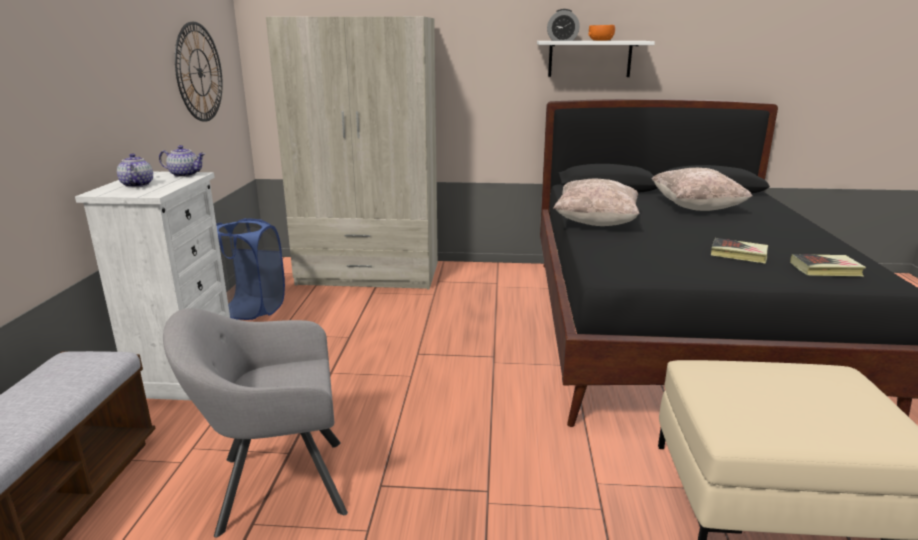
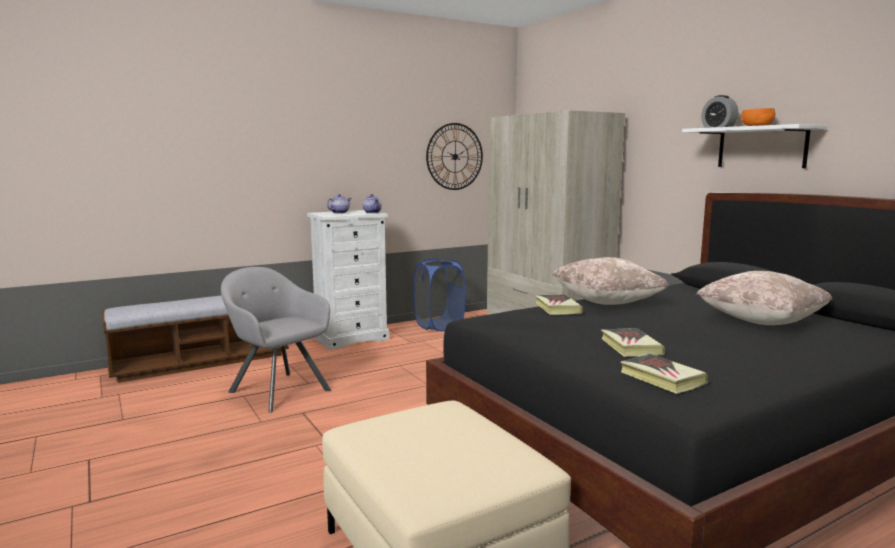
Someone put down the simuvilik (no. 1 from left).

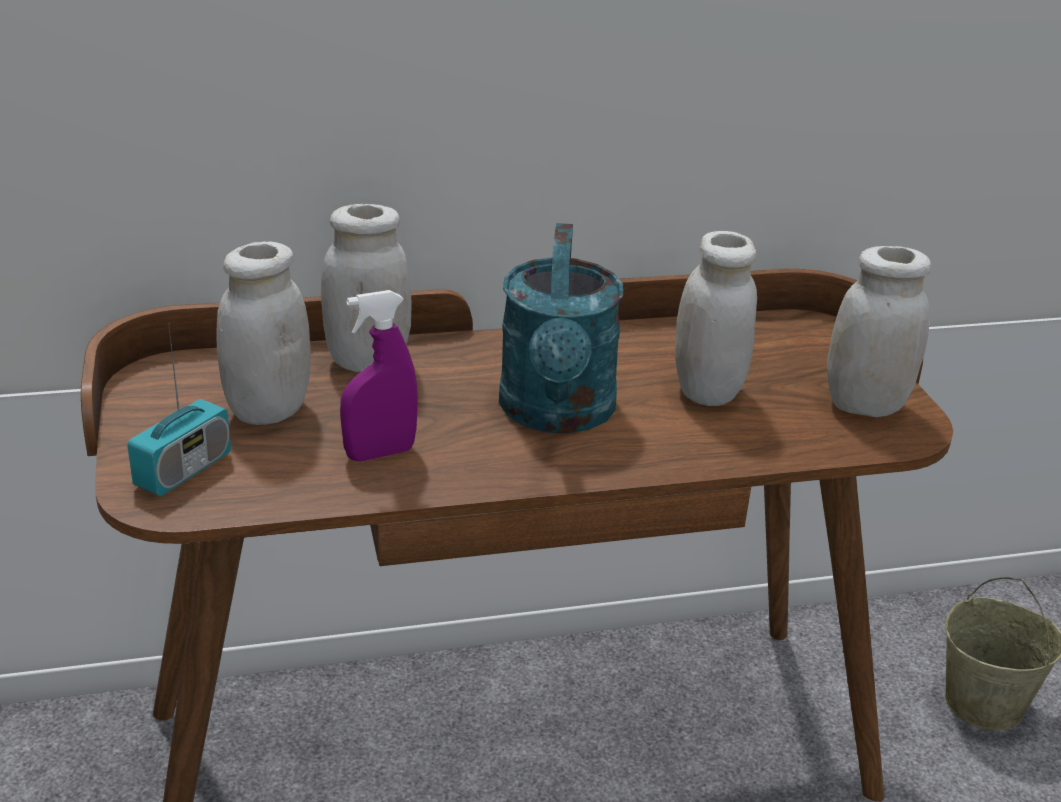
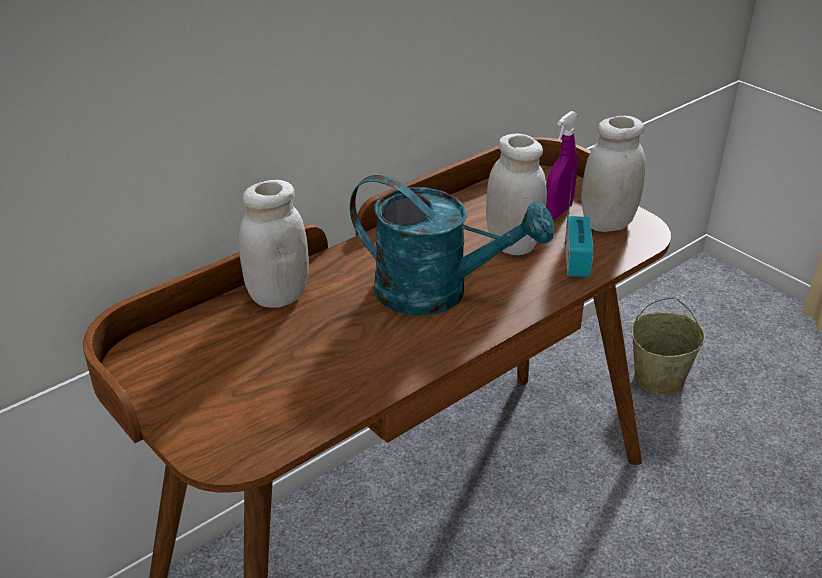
Someone rotated the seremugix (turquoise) by 45 degrees counterclockwise.
Someone took away the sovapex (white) (no. 1 from left).
Someone carried the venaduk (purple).
Someone carried the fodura.

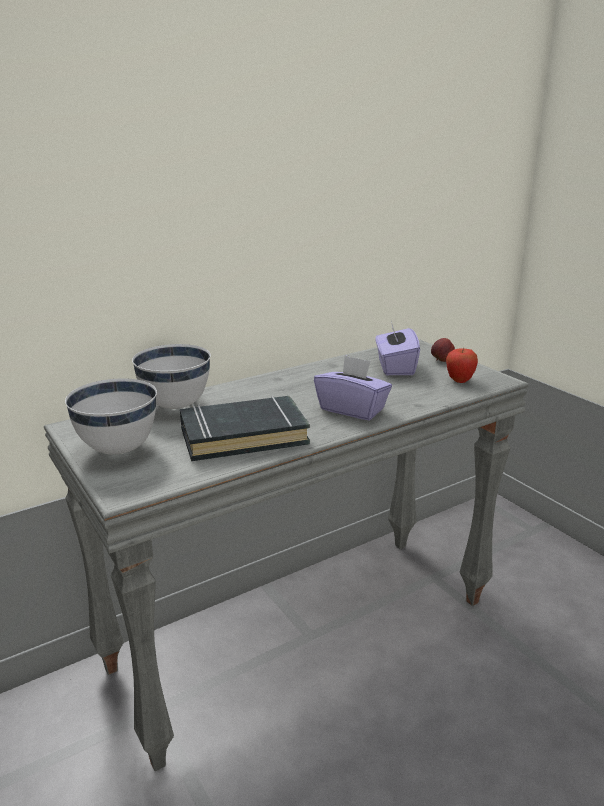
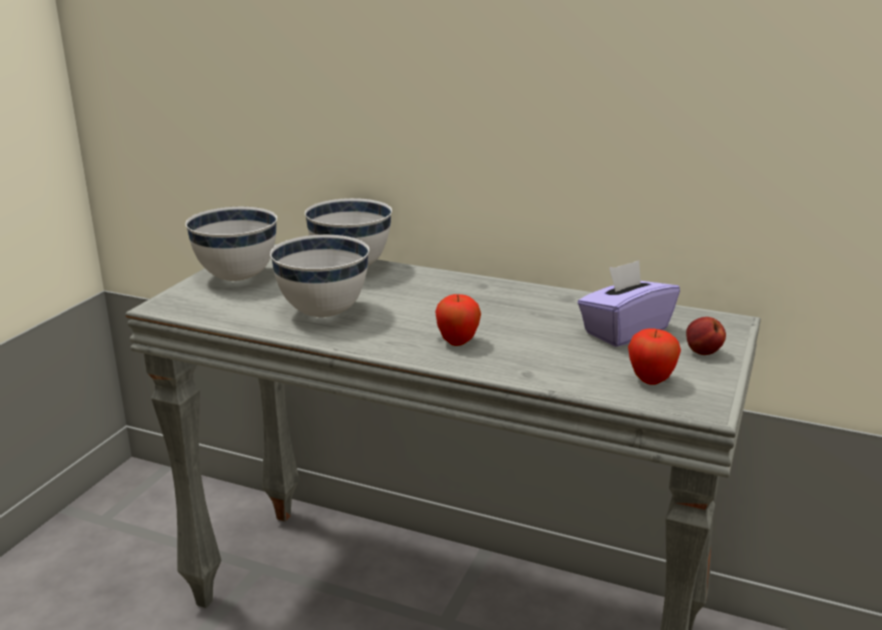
Someone swapped the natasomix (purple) (no. 1 from left) for the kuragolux (no. 1 from left).
Someone swapped the simuvilik (black) for the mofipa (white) (no. 2 from left).

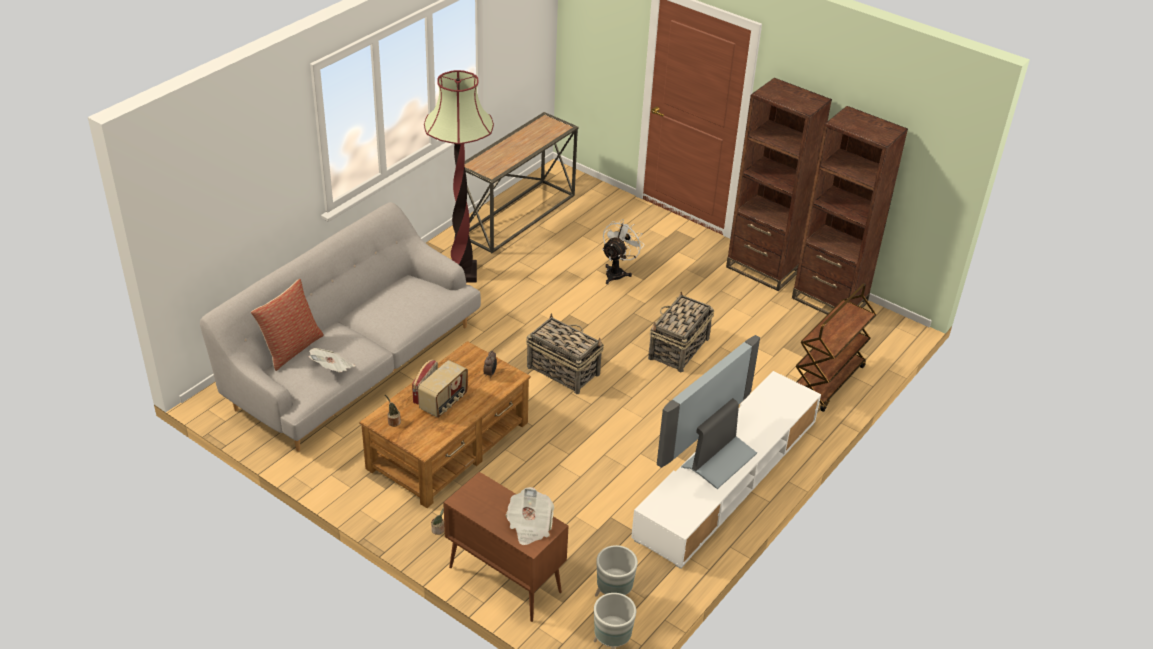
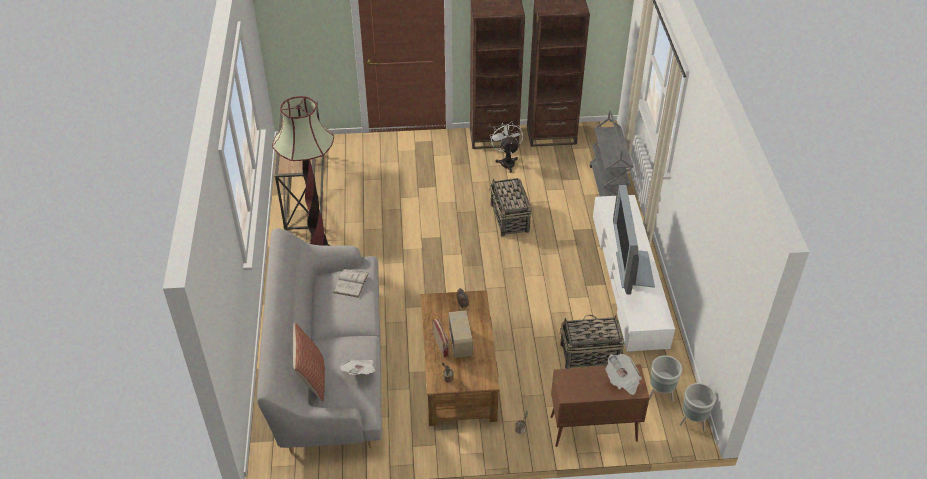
Someone carried the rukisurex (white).
Someone repainted the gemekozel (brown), which became the gemekozel (grey).
Someone carried the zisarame (no. 1 from left in the first image).
Someone put down the simuvilik (white).

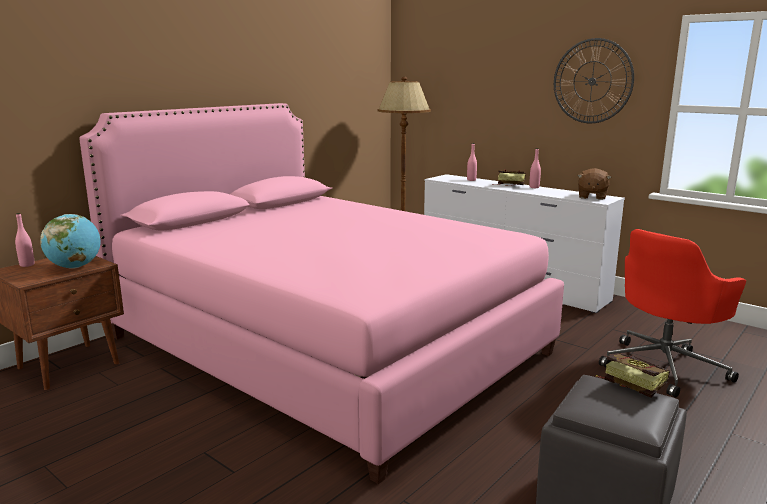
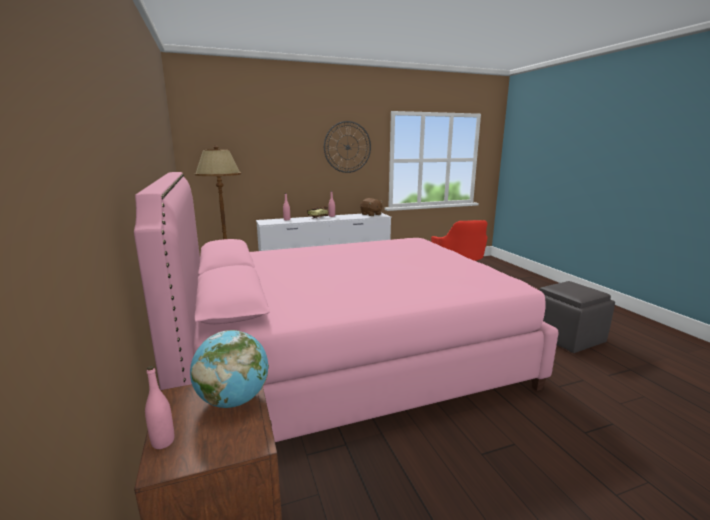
Someone took away the simuvilik (no. 2 from left).

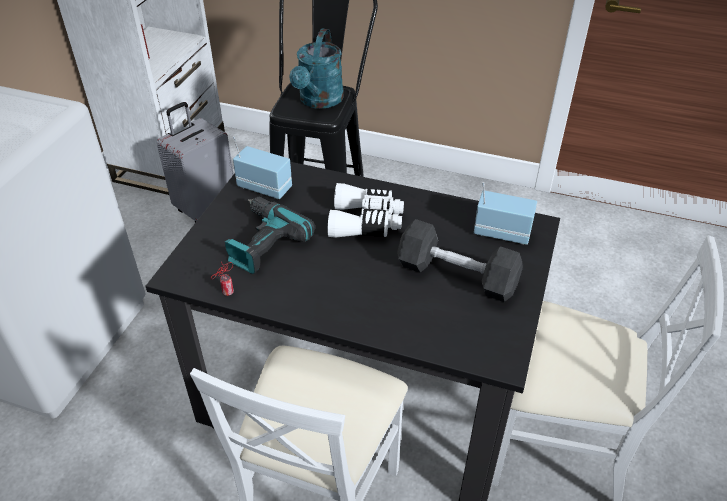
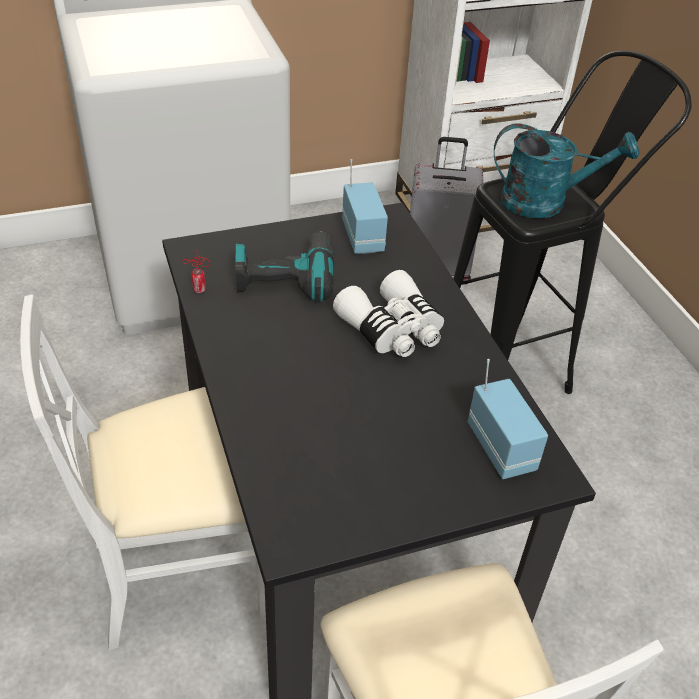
Someone rotated the seremugix (turquoise) by 150 degrees counterclockwise.
Someone took away the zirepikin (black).

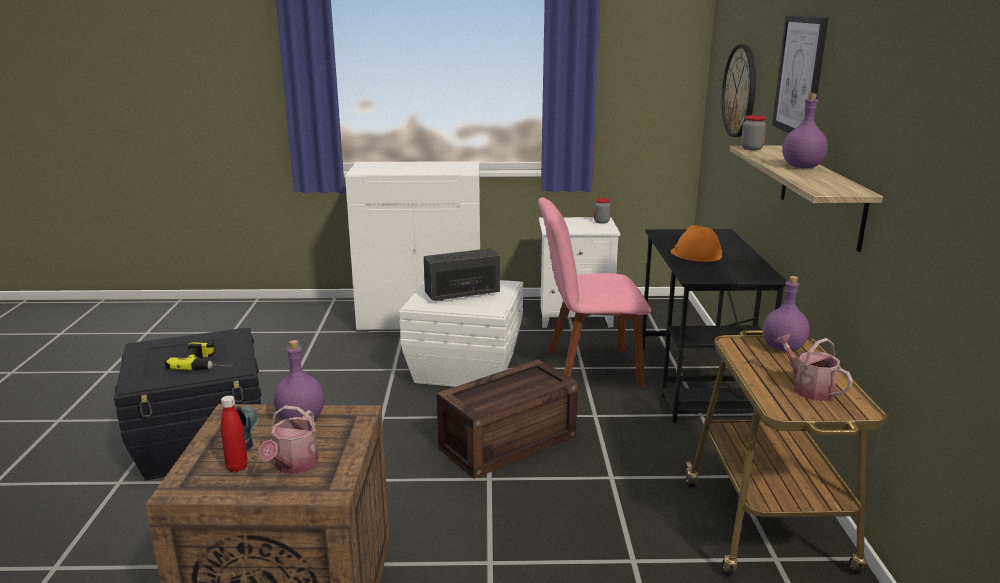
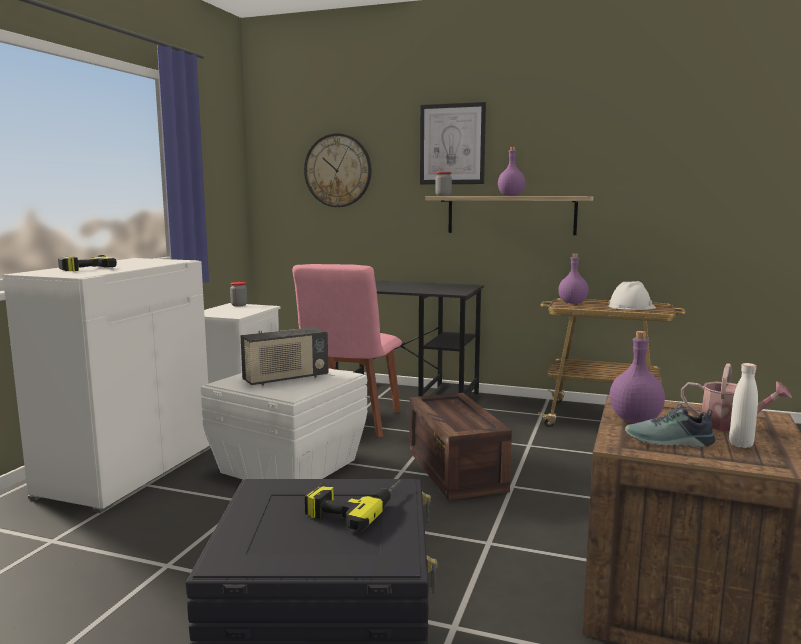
Someone took away the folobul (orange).
Someone rotated the fodura by 120 degrees counterclockwise.
Someone swapped the seremugix (no. 2 from left) for the folobul (white).
Someone repainted the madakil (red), which became the madakil (white).
Someone put down the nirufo (no. 1 from left).

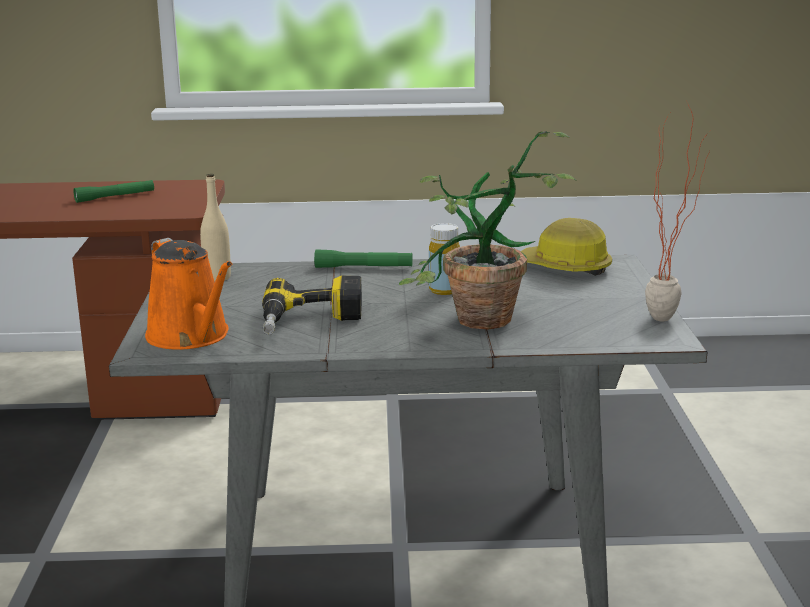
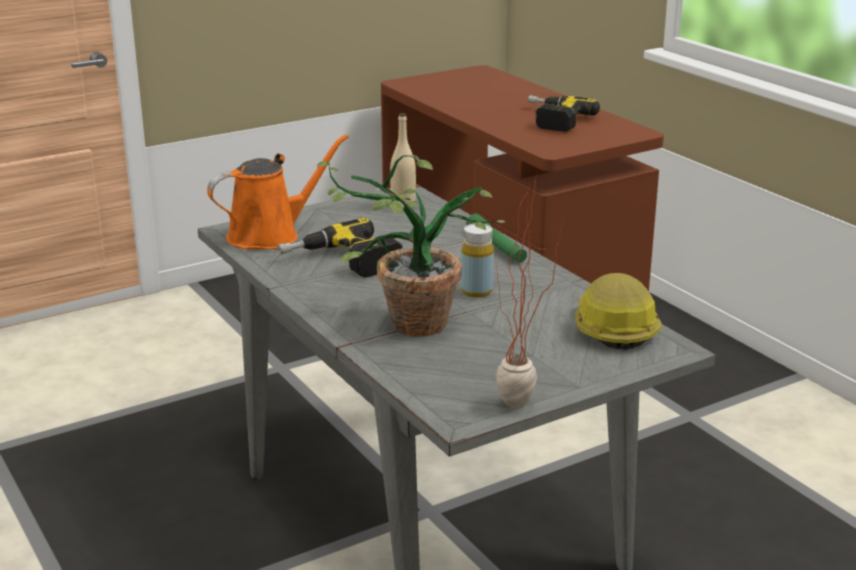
Someone swapped the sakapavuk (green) (no. 1 from left) for the nirufo (no. 2 from left).
Someone rotated the seremugix (orange) by 150 degrees counterclockwise.

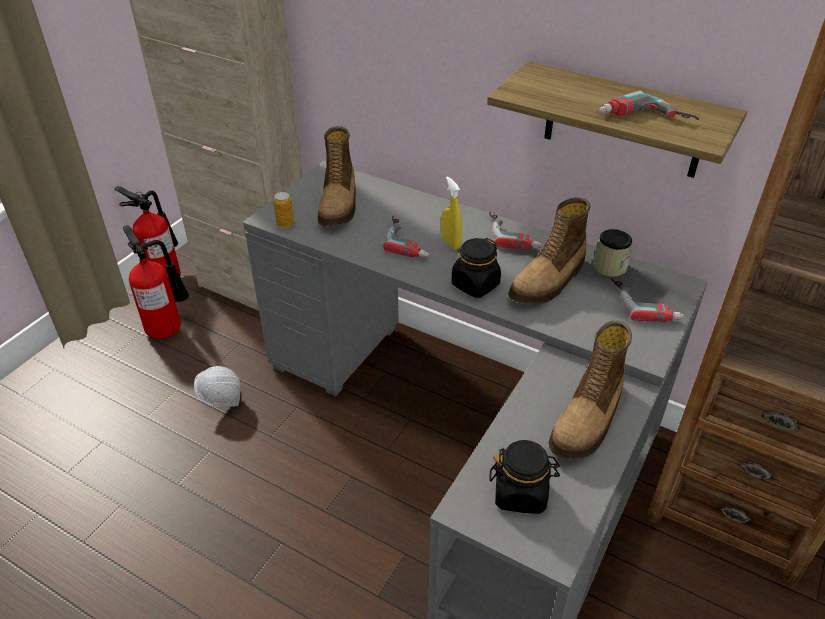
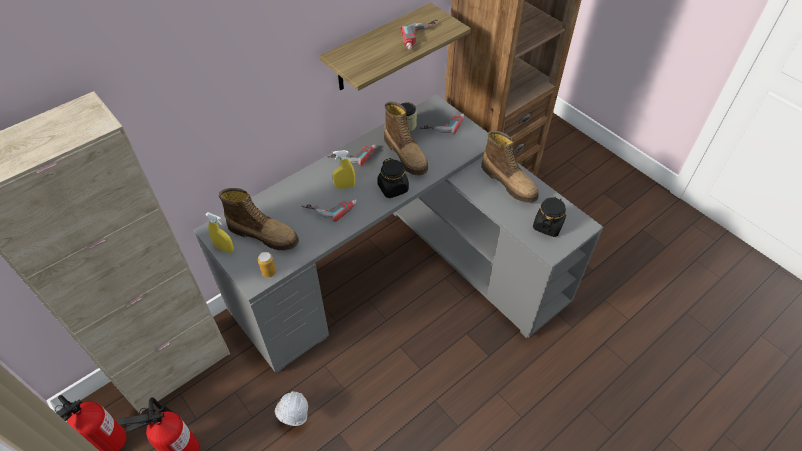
Someone put down the venaduk (yellow) (no. 1 from left).

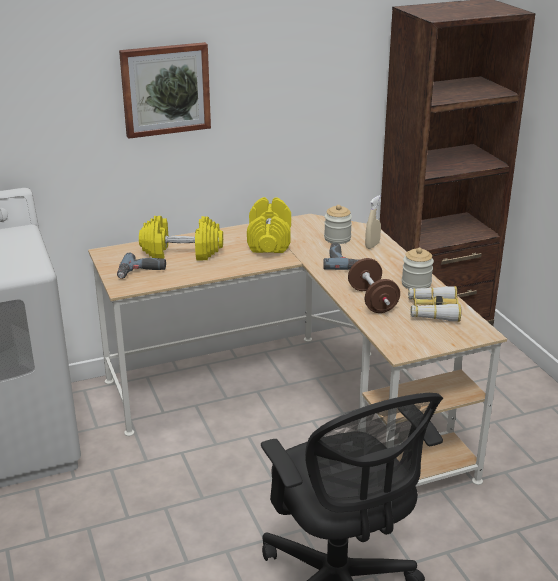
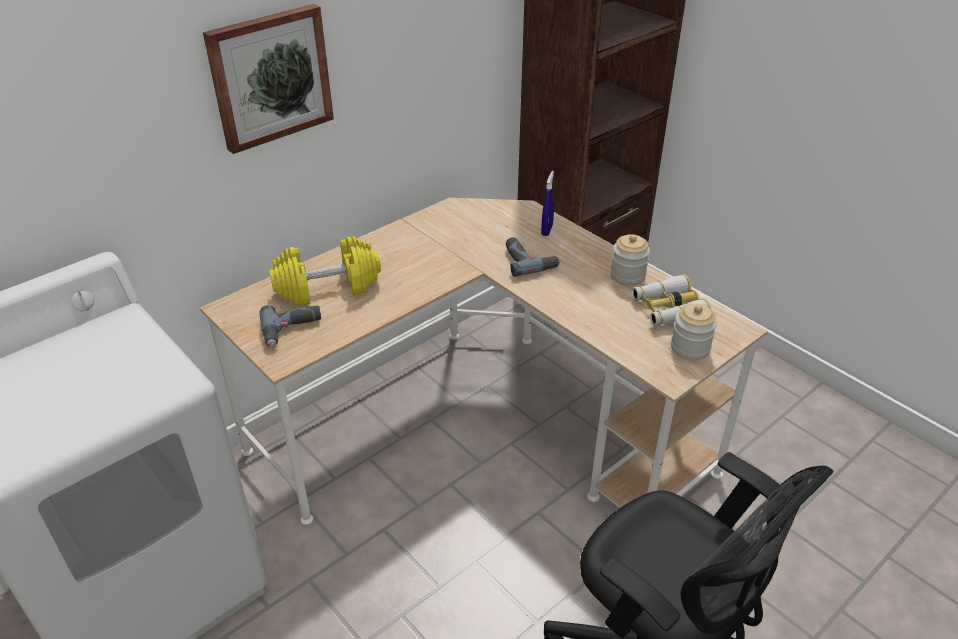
Someone repainted the venaduk (beige), which became the venaduk (blue).
Someone took away the zirepikin (yellow) (no. 2 from left).
Someone carried the sovapex (no. 1 from left in the first image).
Someone took away the zirepikin (brown).

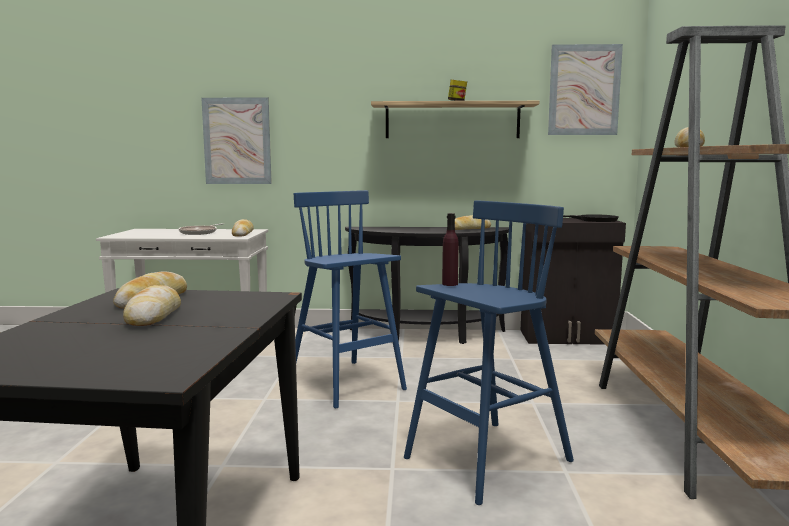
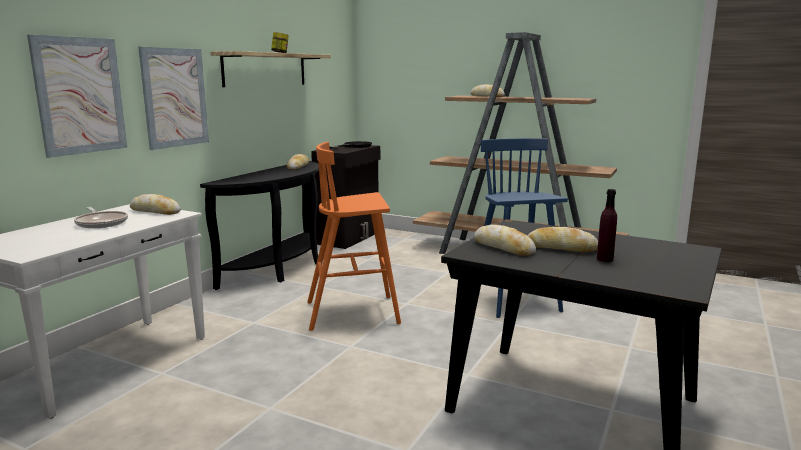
Someone carried the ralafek (no. 2 from left).
Someone repainted the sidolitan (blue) (no. 1 from left), which became the sidolitan (orange).
Someone carried the madakil (purple).

